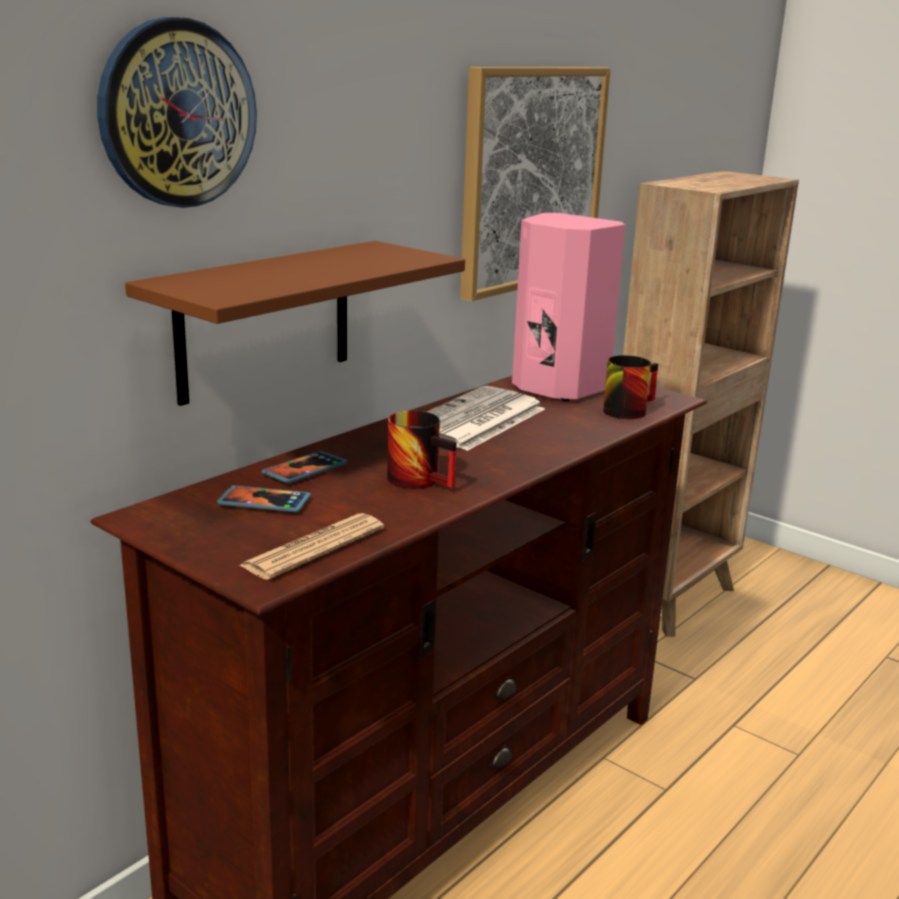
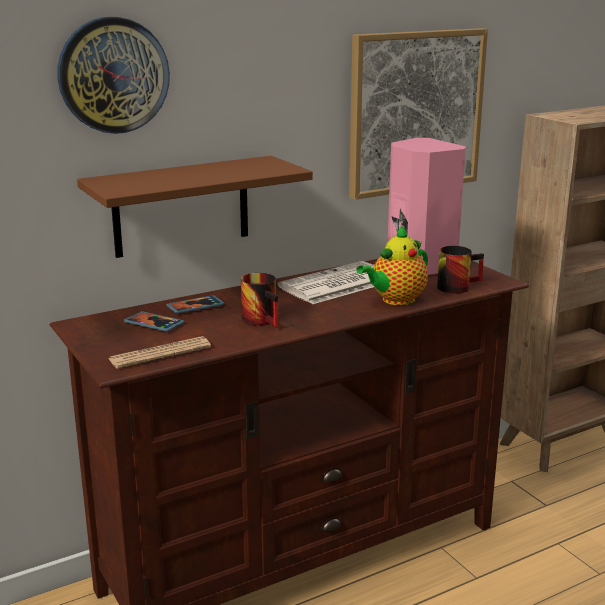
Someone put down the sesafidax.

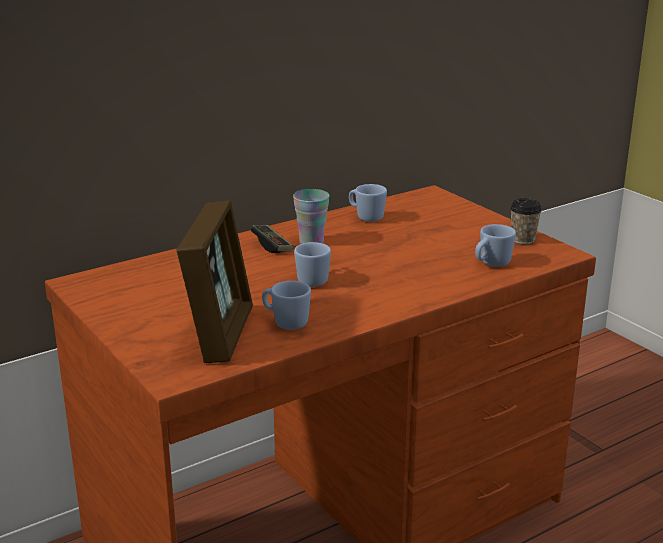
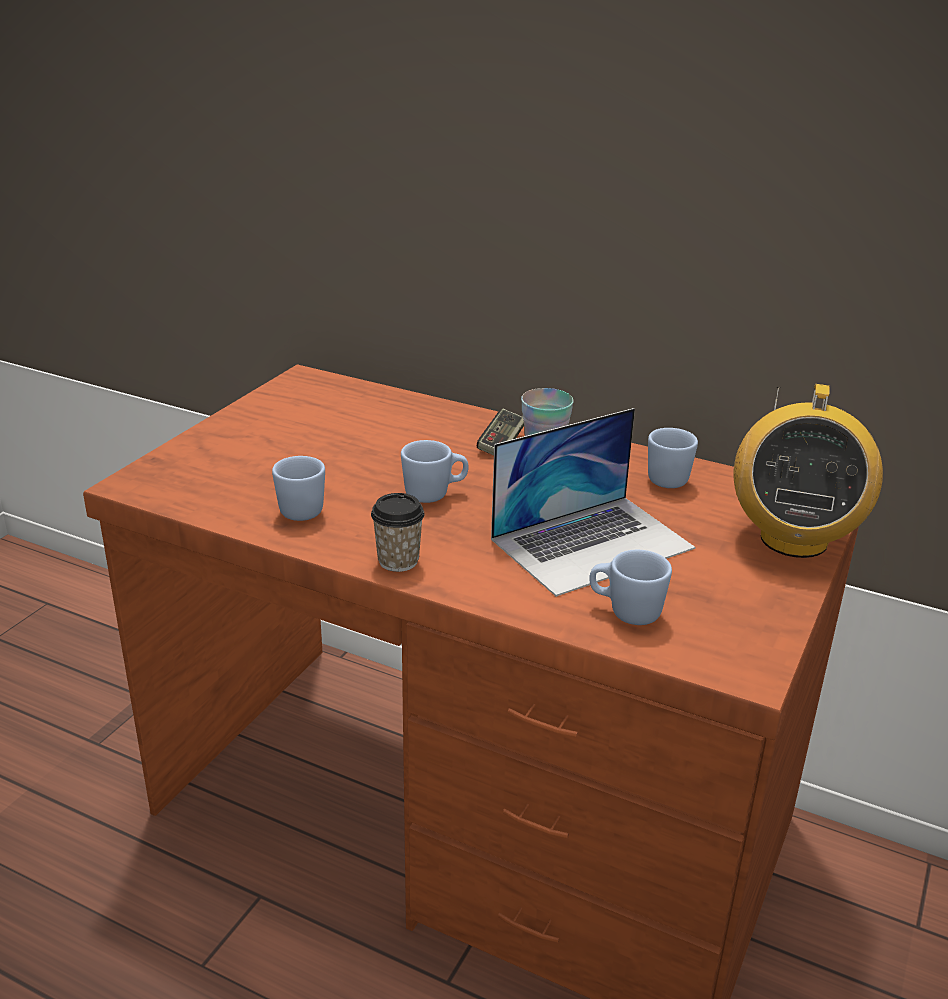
Someone carried the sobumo (no. 2 from left in the first image).
Someone took away the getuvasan.
Someone put down the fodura.
Someone put down the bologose.

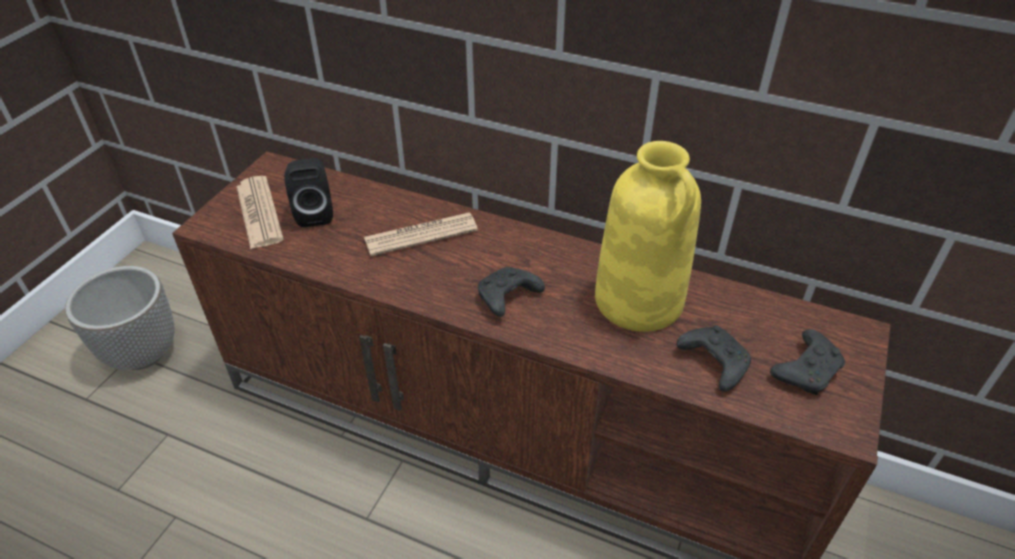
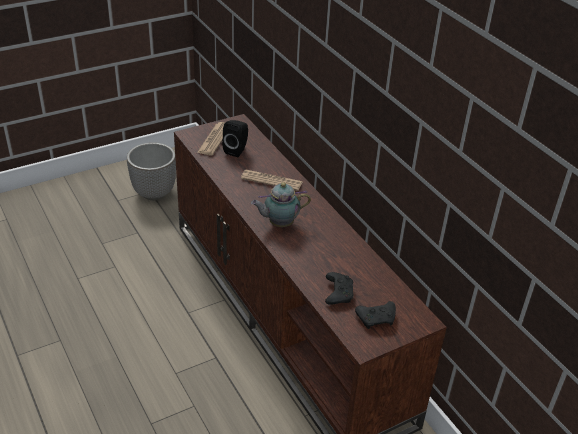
Someone took away the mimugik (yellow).
Someone swapped the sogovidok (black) (no. 1 from left) for the sesafidax.

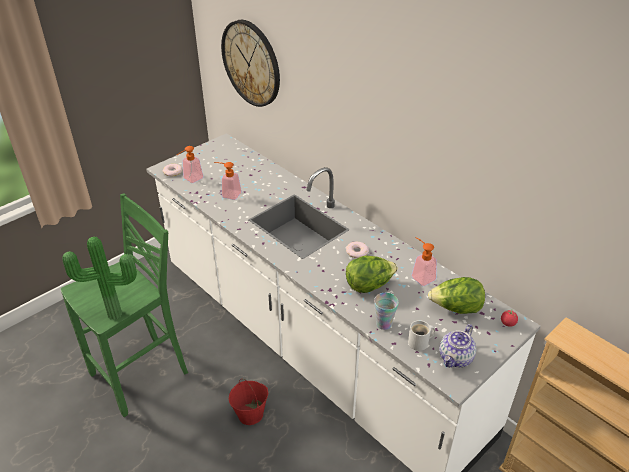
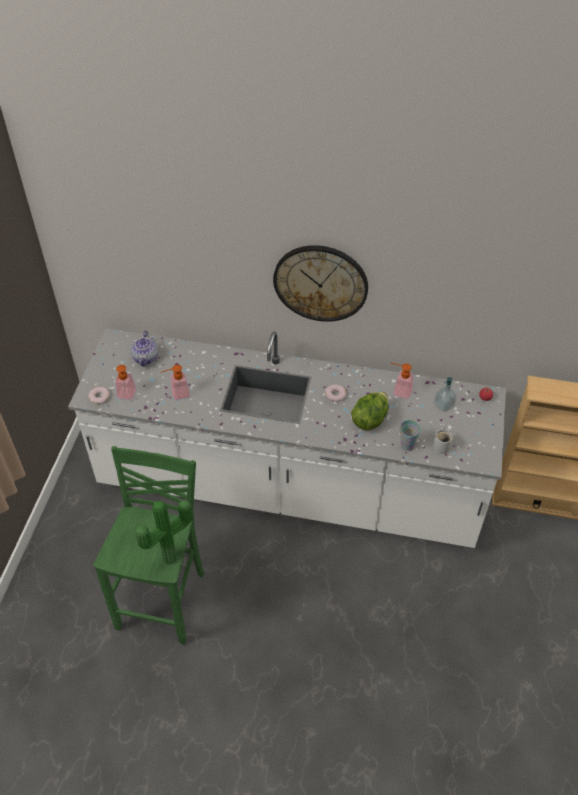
Someone carried the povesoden.
Someone swapped the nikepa (no. 2 from left) for the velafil (no. 4 from left).
Someone carried the sesafidax.
Someone took away the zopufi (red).

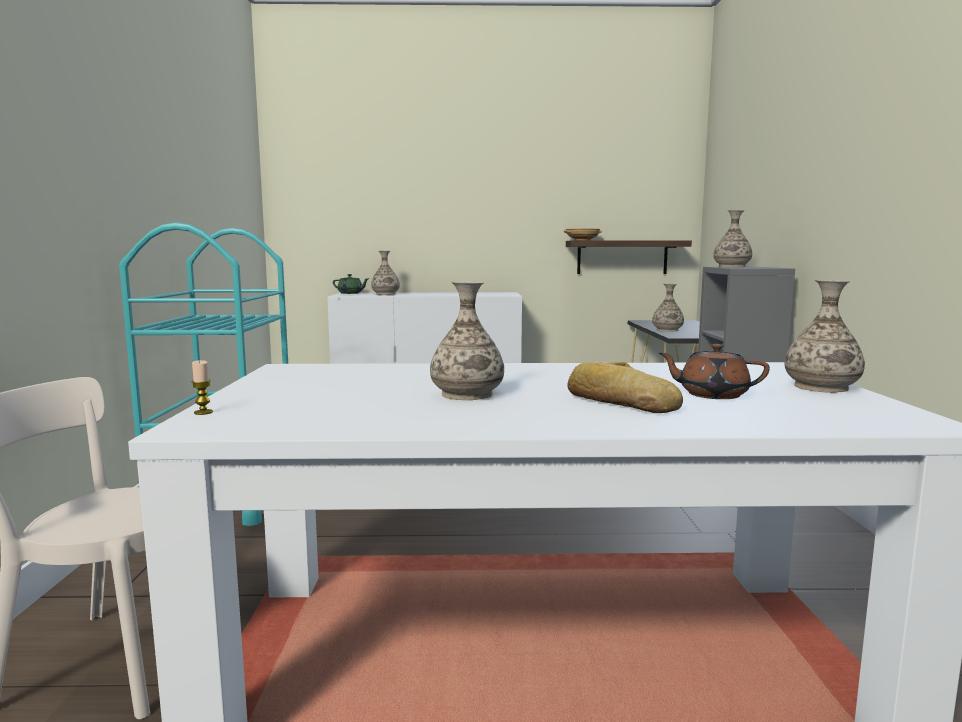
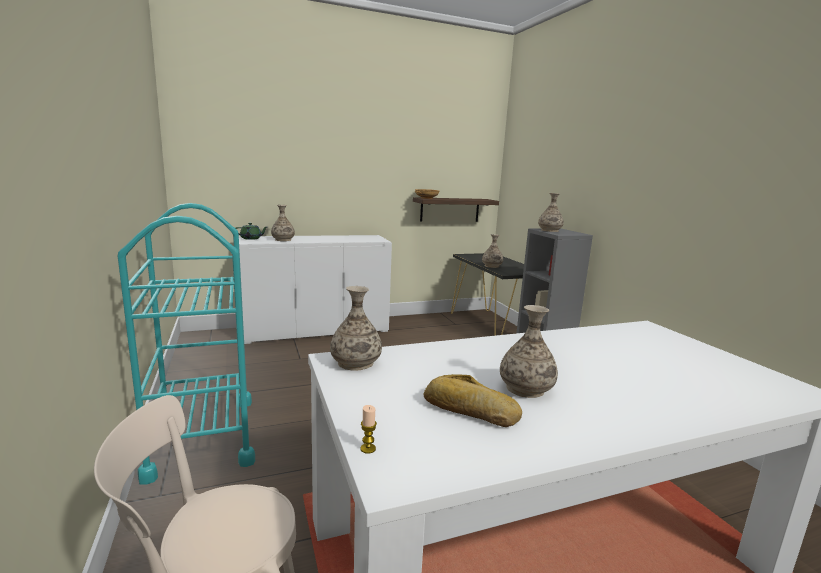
Someone carried the mimugik (no. 5 from left in the first image).
Someone took away the sesafidax (brown).
Someone carried the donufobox.

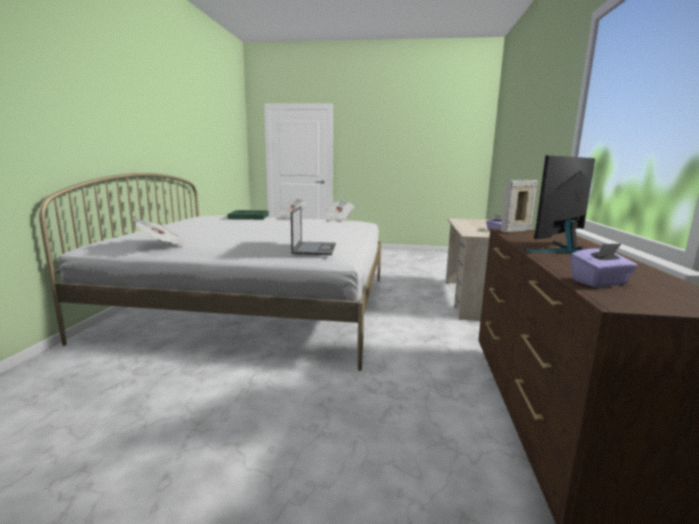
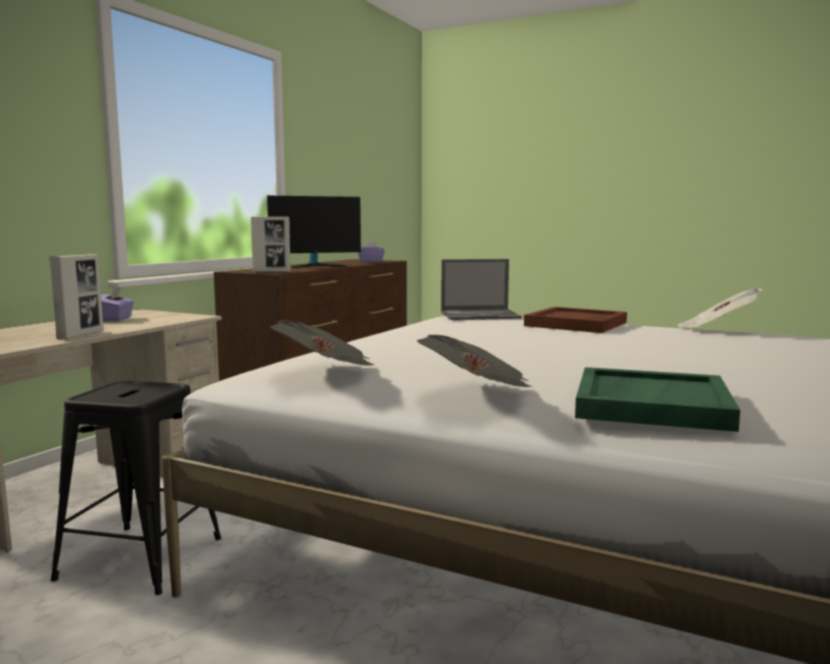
Someone rotated the bologose by 120 degrees counterclockwise.
Someone put down the getuvasan (no. 1 from left).
Someone put down the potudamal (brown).
Someone put down the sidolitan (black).

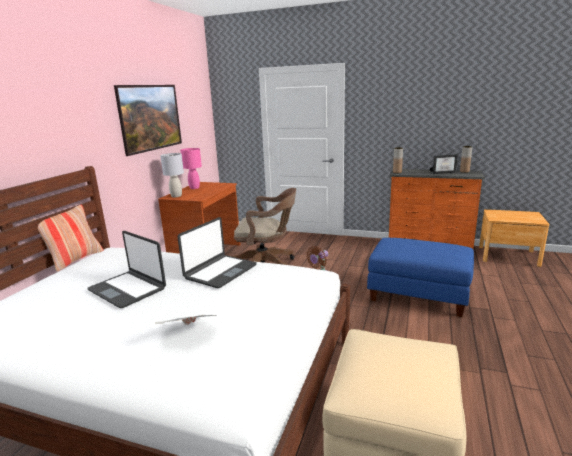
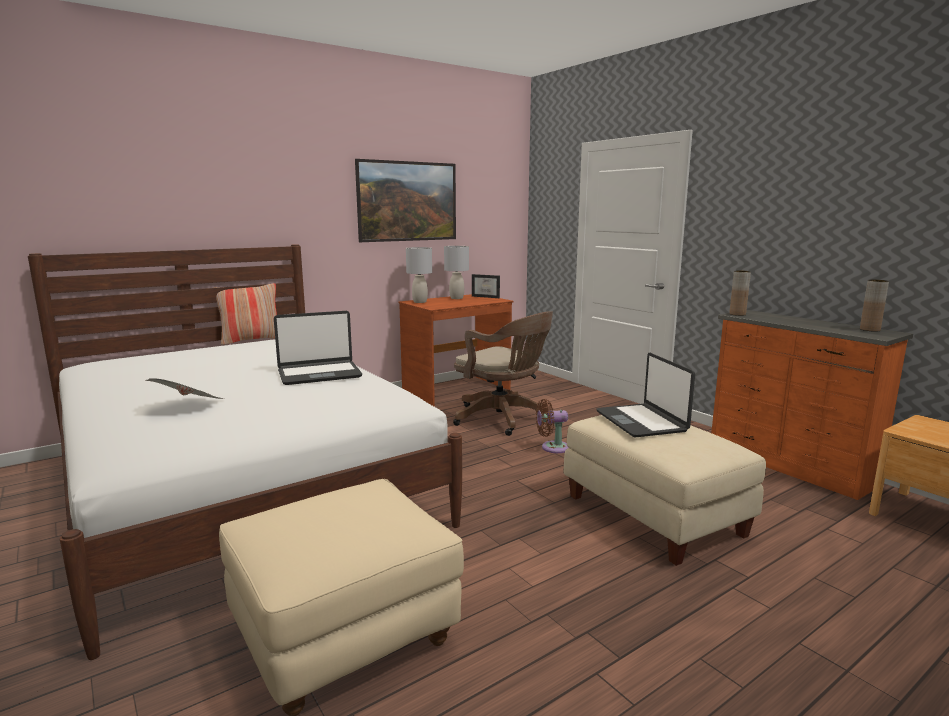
Someone repainted the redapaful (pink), which became the redapaful (grey) (no. 2 from left).
Someone carried the getuvasan.
Someone carried the bologose (no. 1 from left in the first image).
Someone repainted the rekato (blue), which became the rekato (beige) (no. 2 from left).

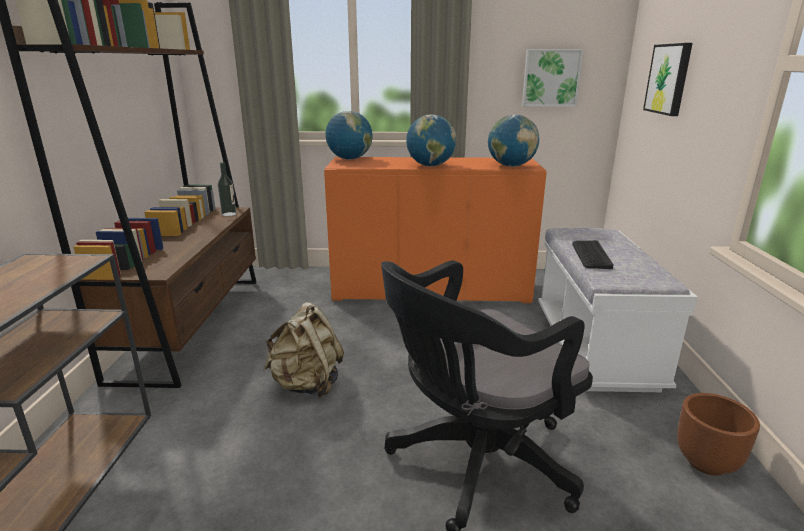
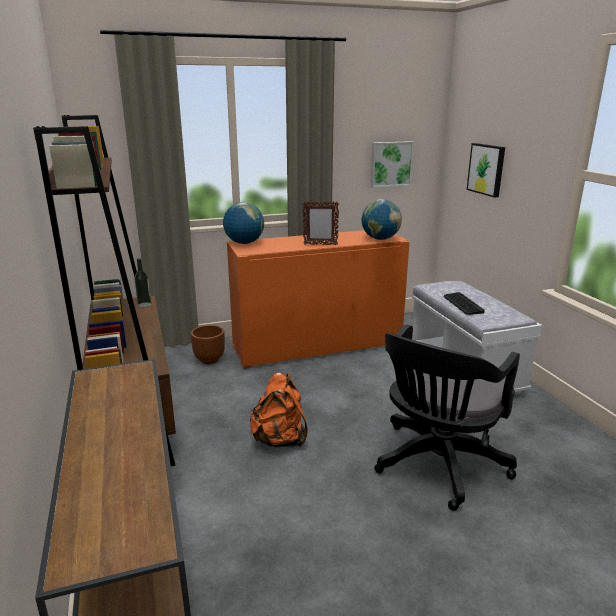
Someone swapped the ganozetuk (no. 2 from left) for the getuvasan.
Someone repainted the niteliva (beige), which became the niteliva (orange).
Someone carried the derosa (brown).

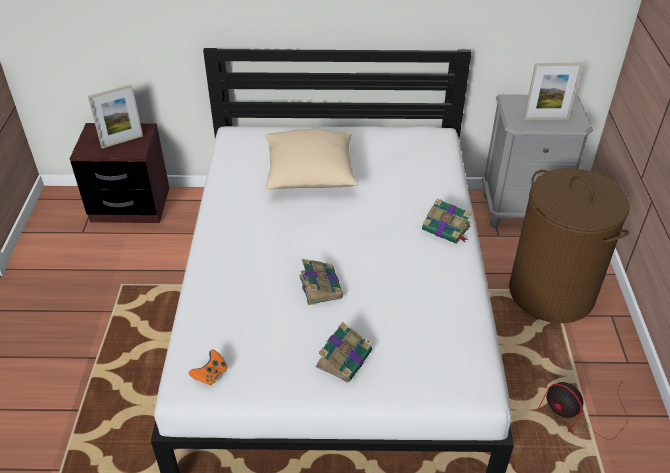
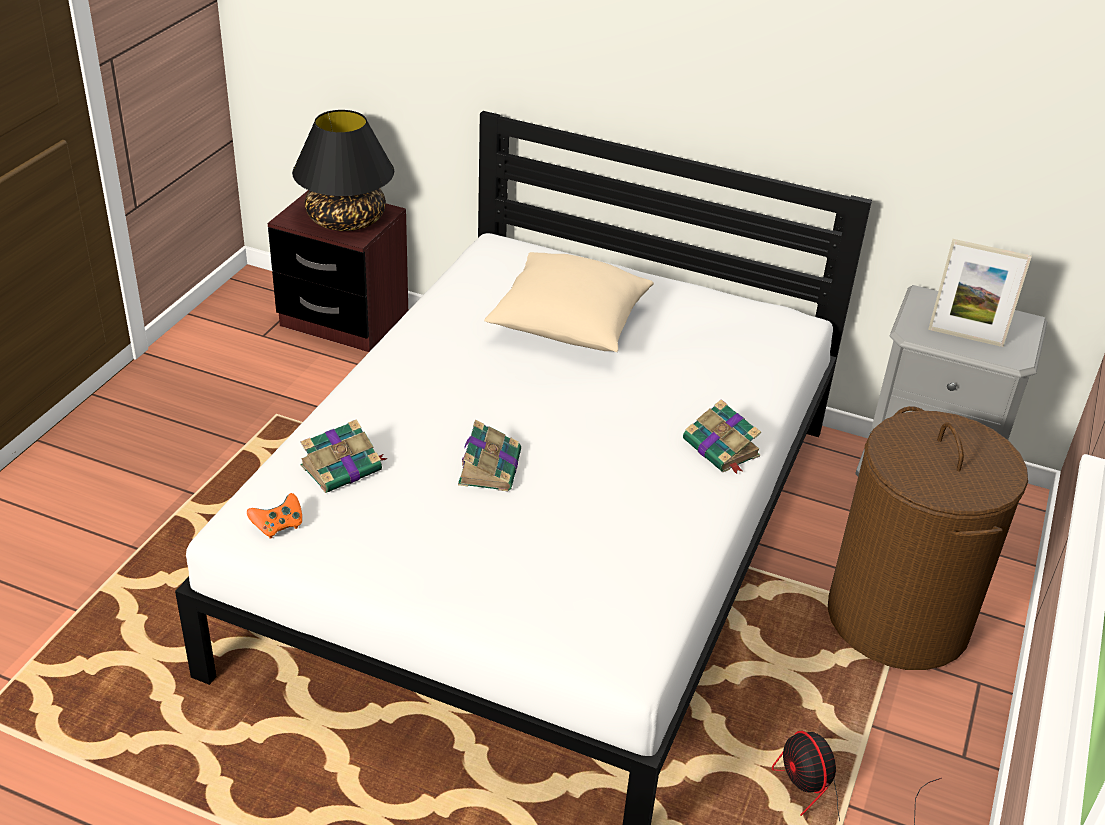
Someone swapped the getuvasan (no. 1 from left) for the redapaful (black).
Someone carried the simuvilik (no. 2 from left in the first image).

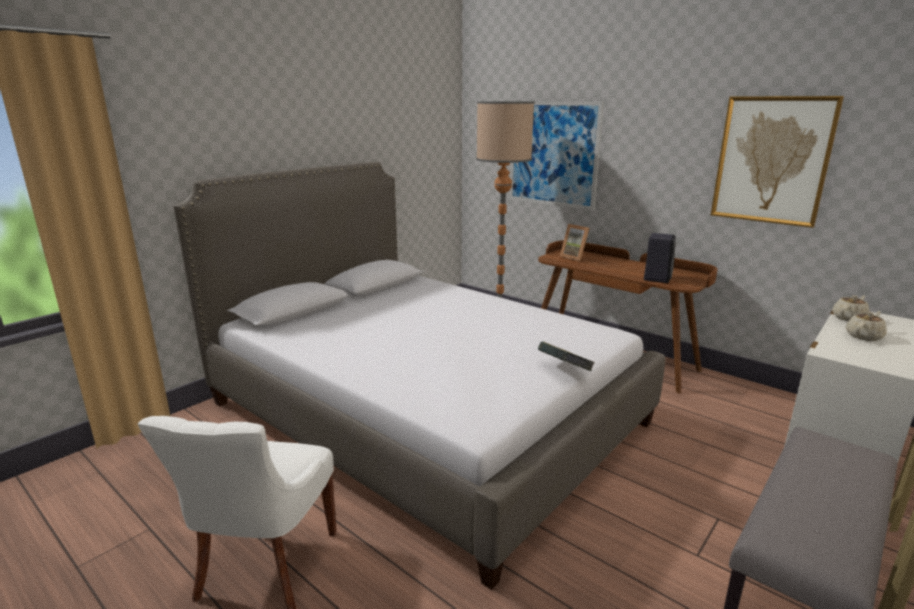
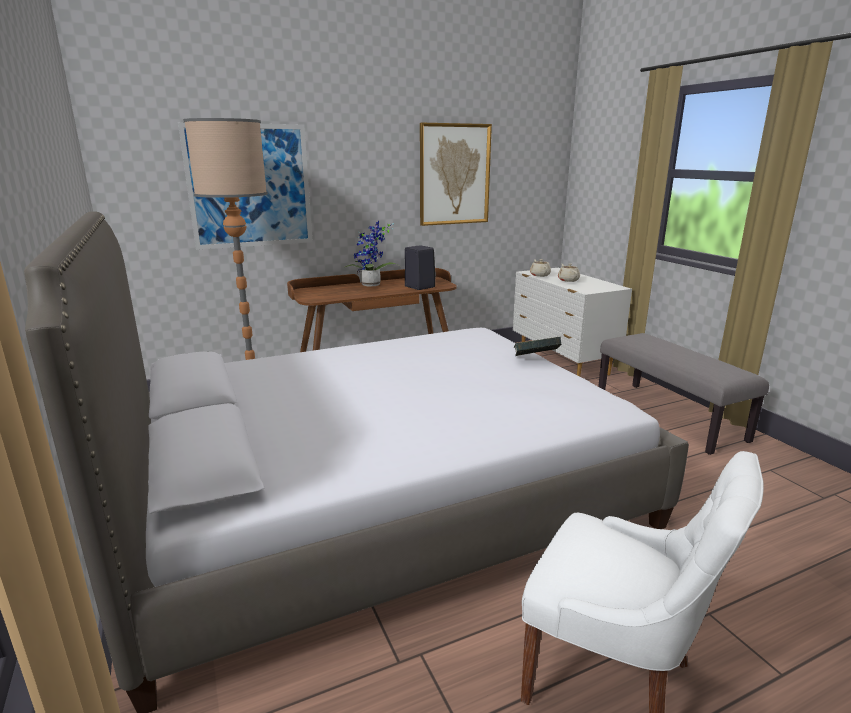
Someone took away the getuvasan.
Someone put down the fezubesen.

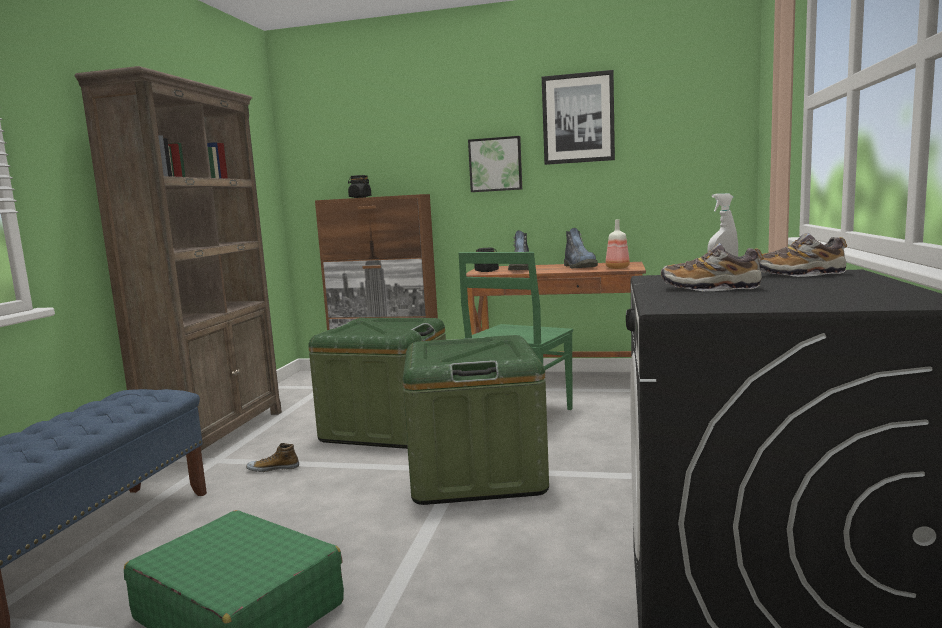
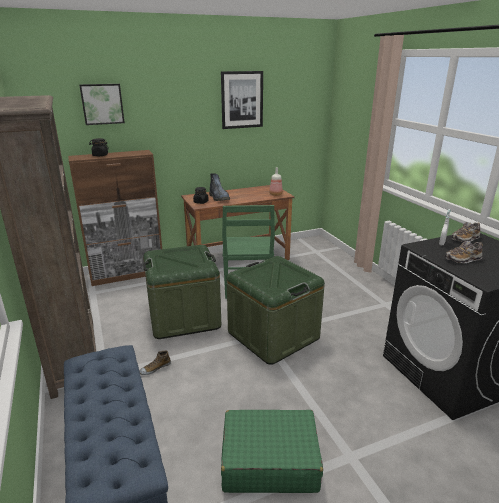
Someone carried the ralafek (no. 1 from left).
Someone took away the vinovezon (no. 2 from left).

